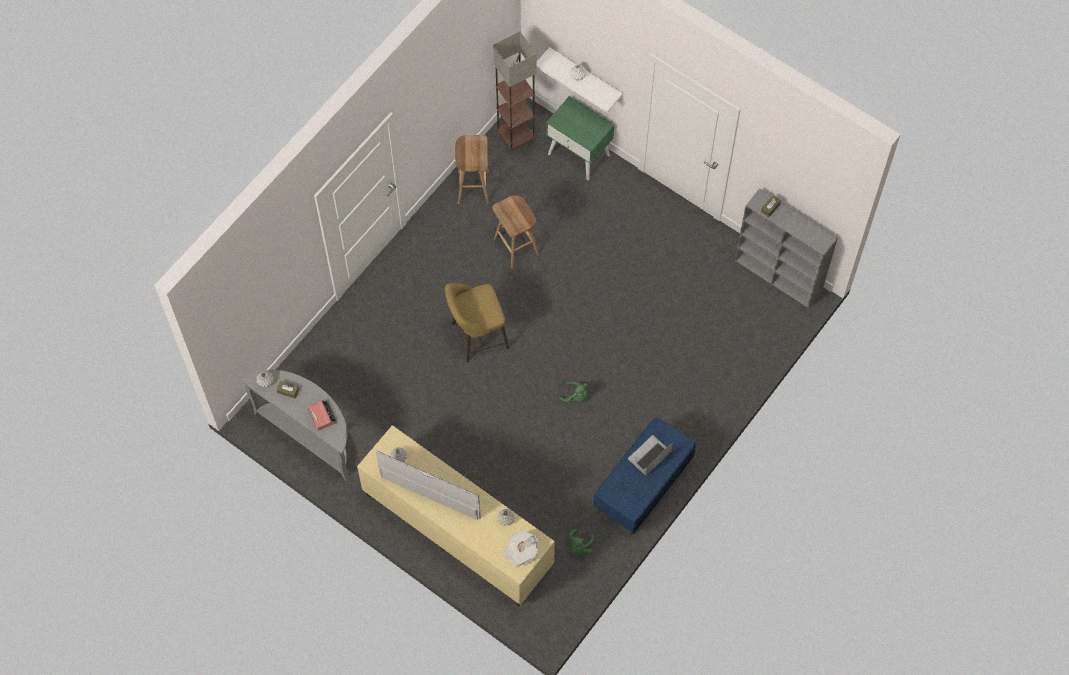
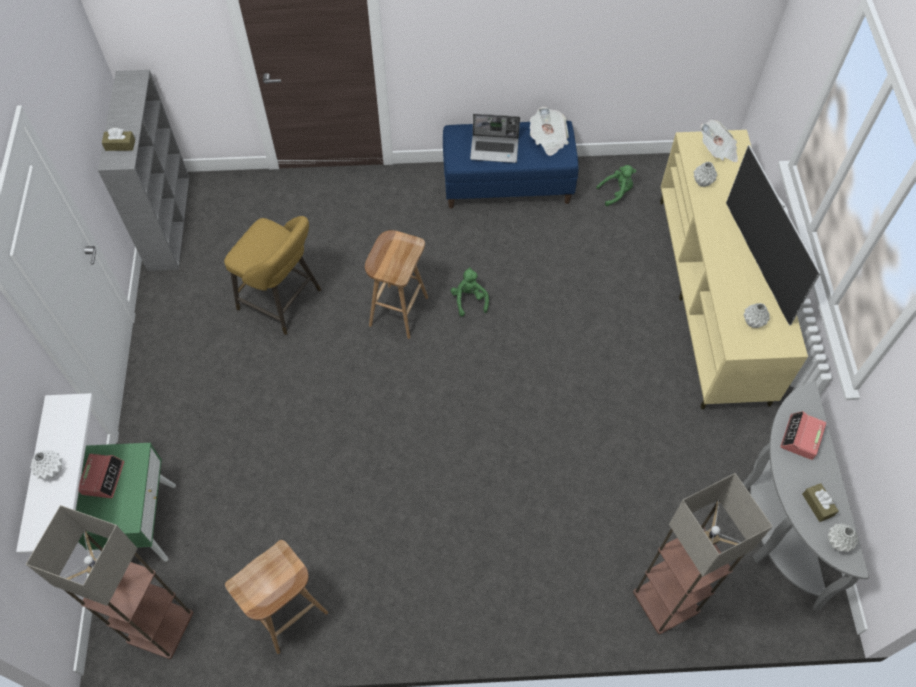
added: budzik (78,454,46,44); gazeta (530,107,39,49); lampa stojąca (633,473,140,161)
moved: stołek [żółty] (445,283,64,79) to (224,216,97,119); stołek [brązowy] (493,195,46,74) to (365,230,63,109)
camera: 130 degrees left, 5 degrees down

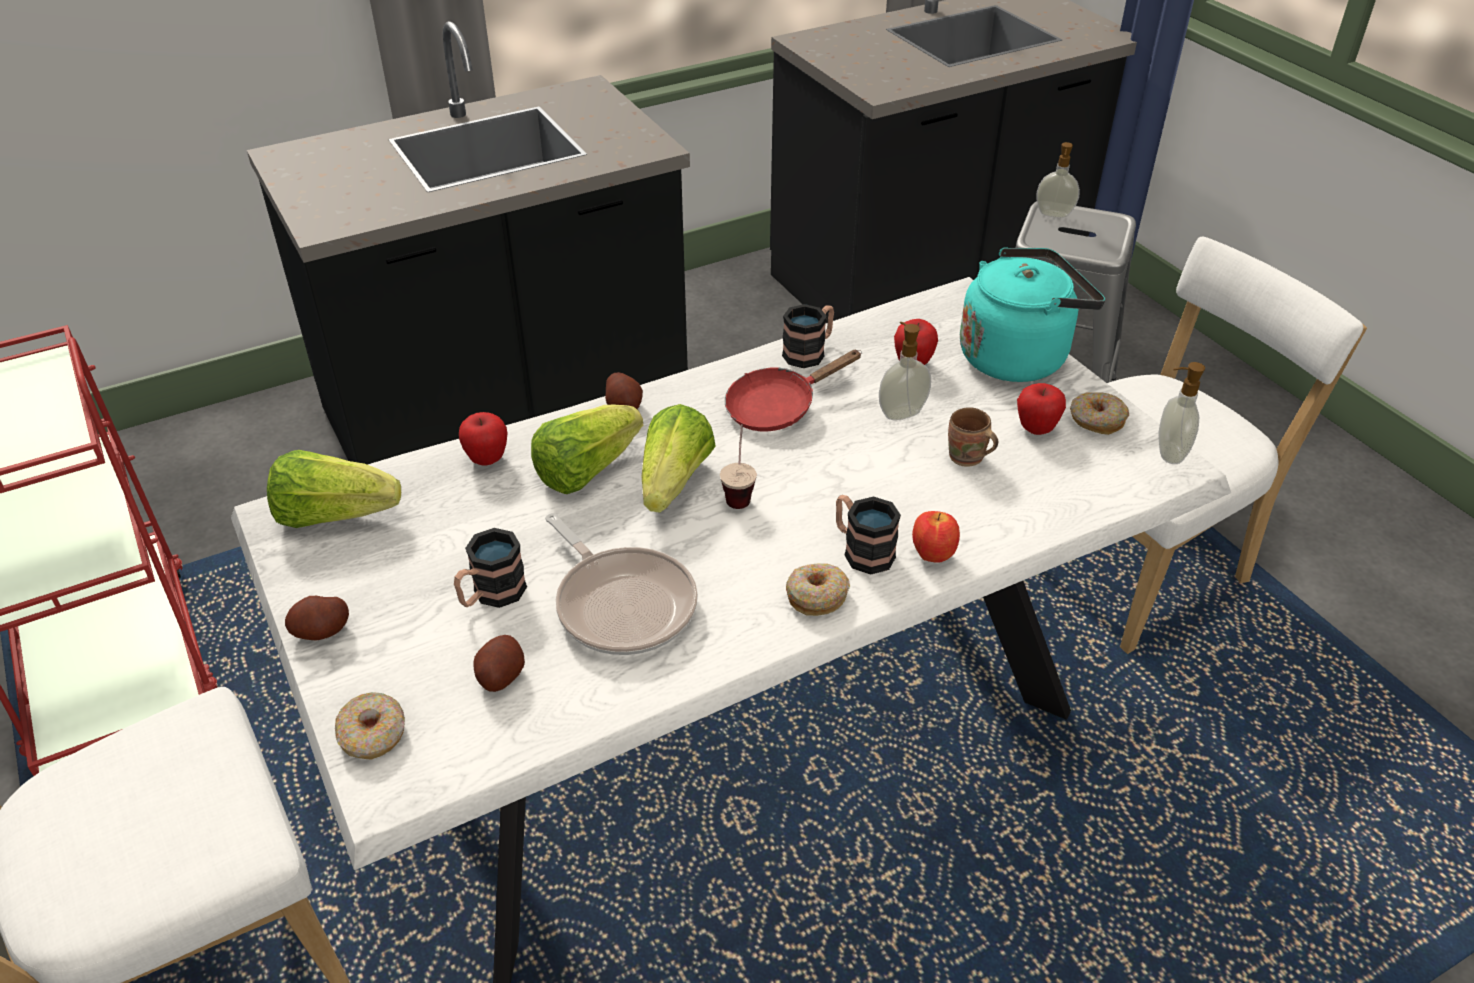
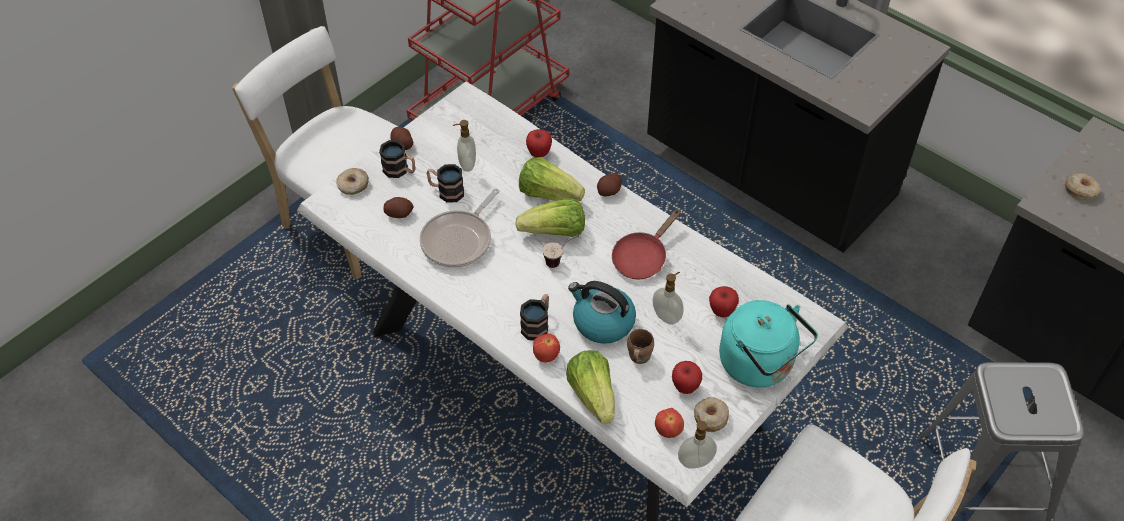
added: czajnik (568,281,68,63); jabłko (655,408,29,30)
moved: kubek (782,304,52,64) to (379,140,36,38); dozownik mydła (1037,142,43,76) to (453,120,23,52); sałata (267,450,134,78) to (566,350,49,74); donut (786,563,64,53) to (1065,173,36,27)
turned: patelnia [czerwony] (725,350,137,81) = (612,209,69,71) 90 degrees counterclockwise
camera: 70 degrees right, 10 degrees up

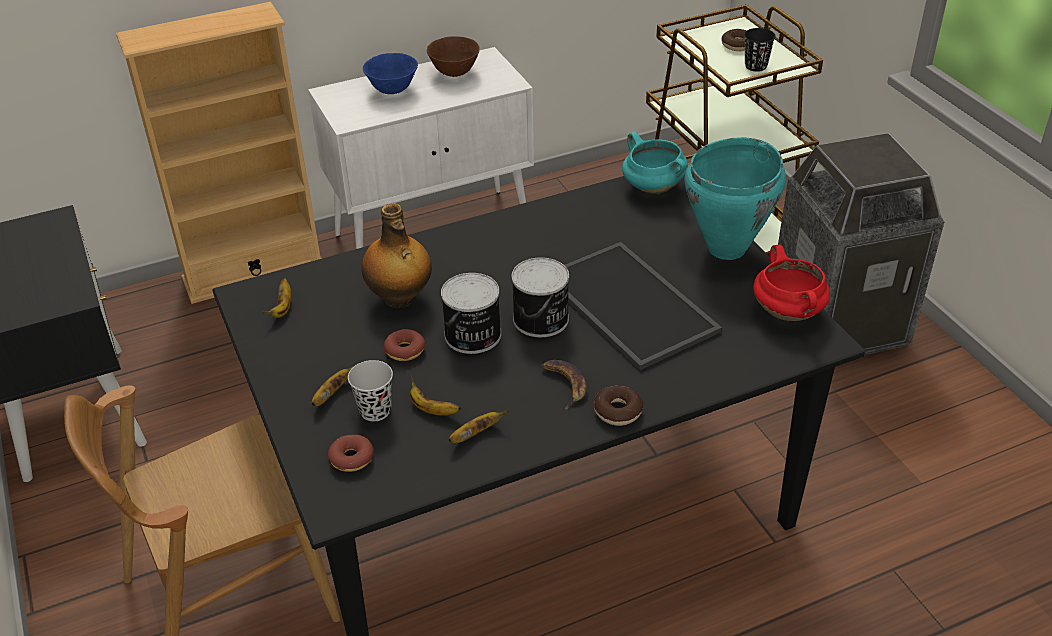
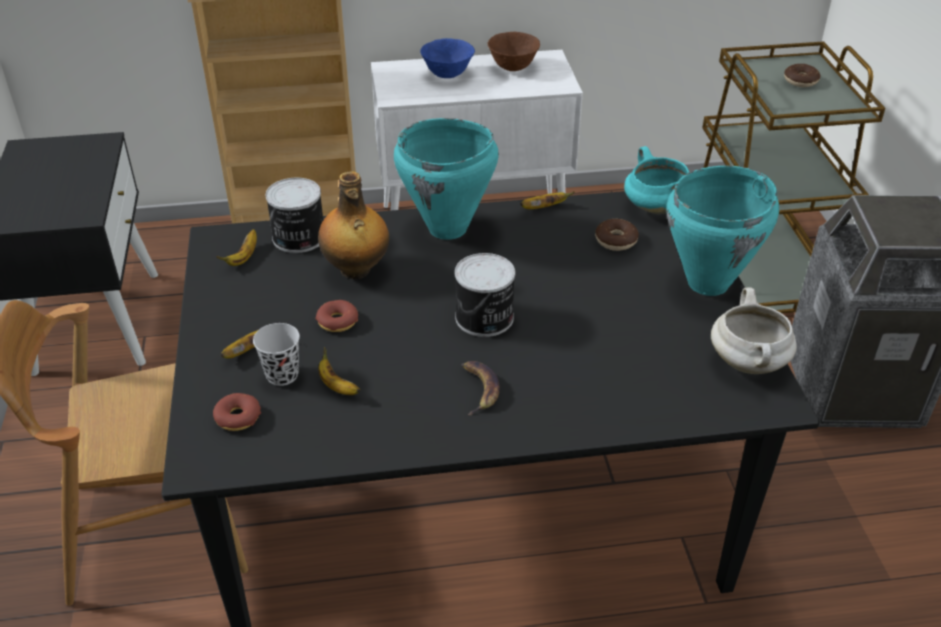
removed: taca (565,242,157,128); filiżanka [czarny] (744,28,32,44)
added: garnek [turkusowy] (394,118,105,122)
moved: puszka (441,273,60,81) to (265,178,58,75); banan (449,410,60,33) to (520,191,55,18); donut (594,385,49,41) to (595,219,44,32)
recoloured: garnek [czerwony] (753,245,77,76) to garnek [biały] (711,287,86,87)
camera: 15 degrees right, 0 degrees up

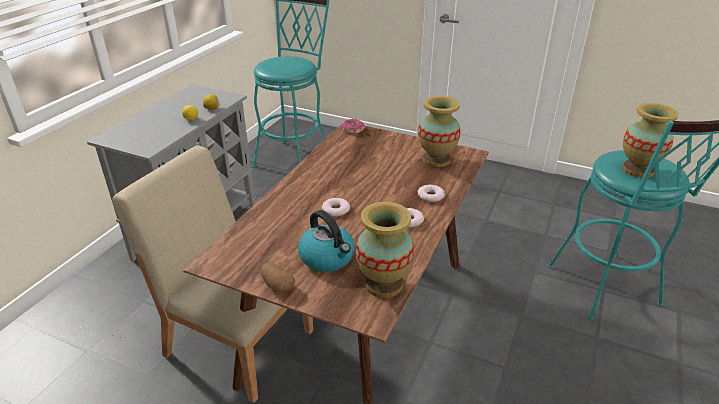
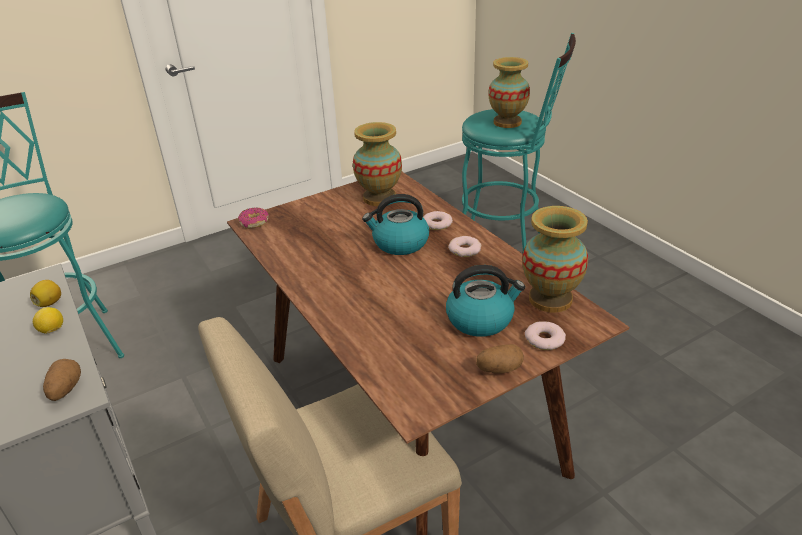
added: ziemniak (43,359,38,42); czajnik (362,194,67,61)
moved: donut (322,198,28,18) to (525,321,41,29)
camera: 55 degrees left, 0 degrees up

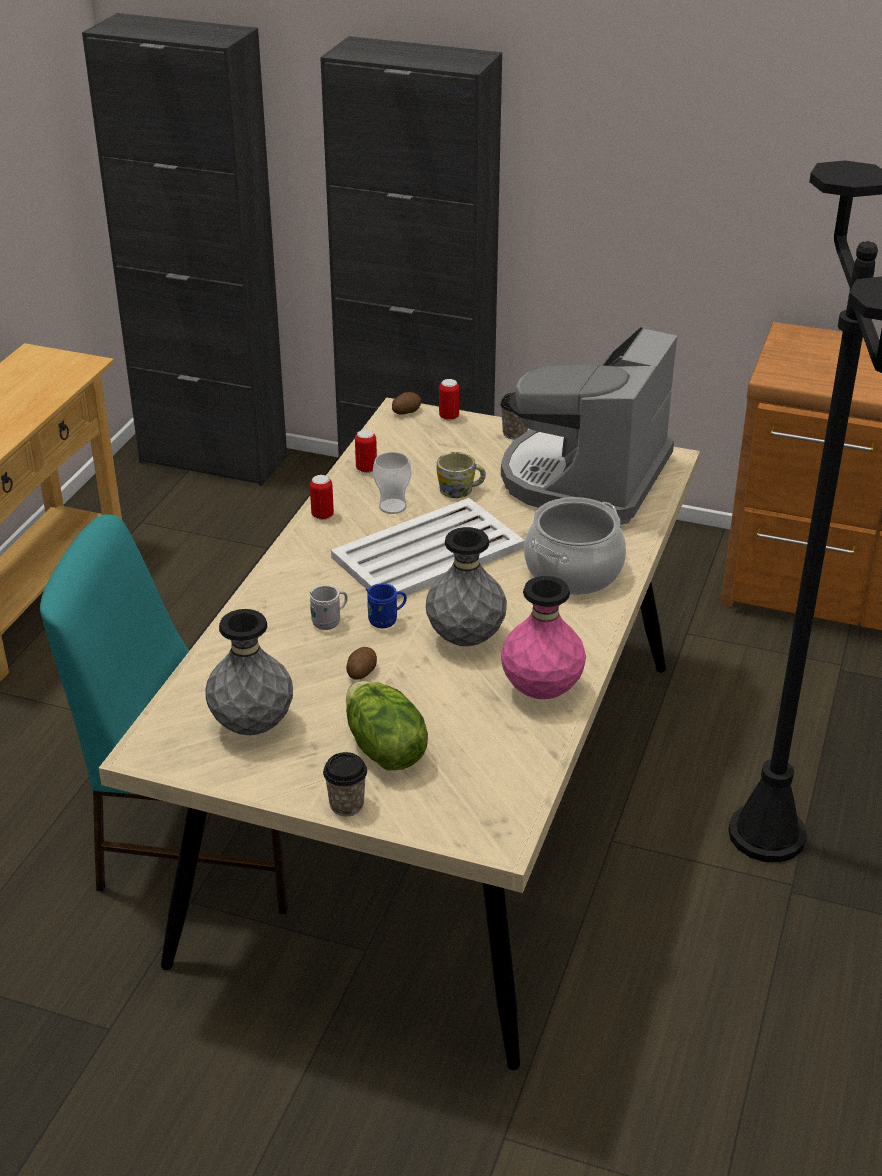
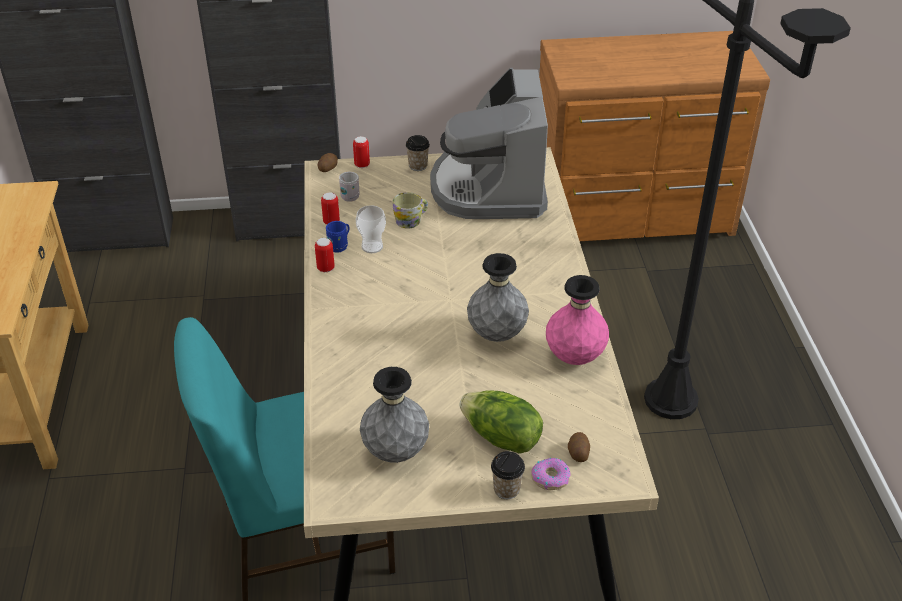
removed: taca [biały] (331,498,194,102); garnek (524,497,102,98)
added: donut (531,458,40,32)
moved: kubek [niebieski] (366,583,41,45) to (326,221,24,32); kubek [biały] (309,585,39,45) to (339,172,21,30); ziemniak (346,647,31,33) to (568,432,22,30)
camera: 25 degrees left, 5 degrees up

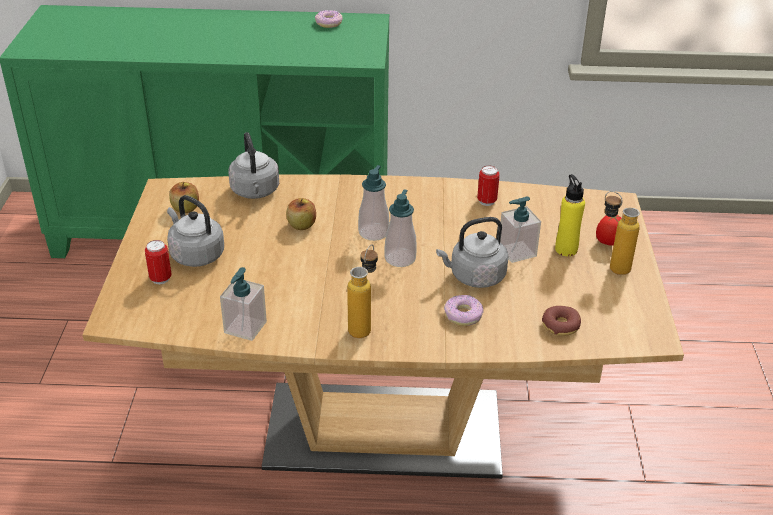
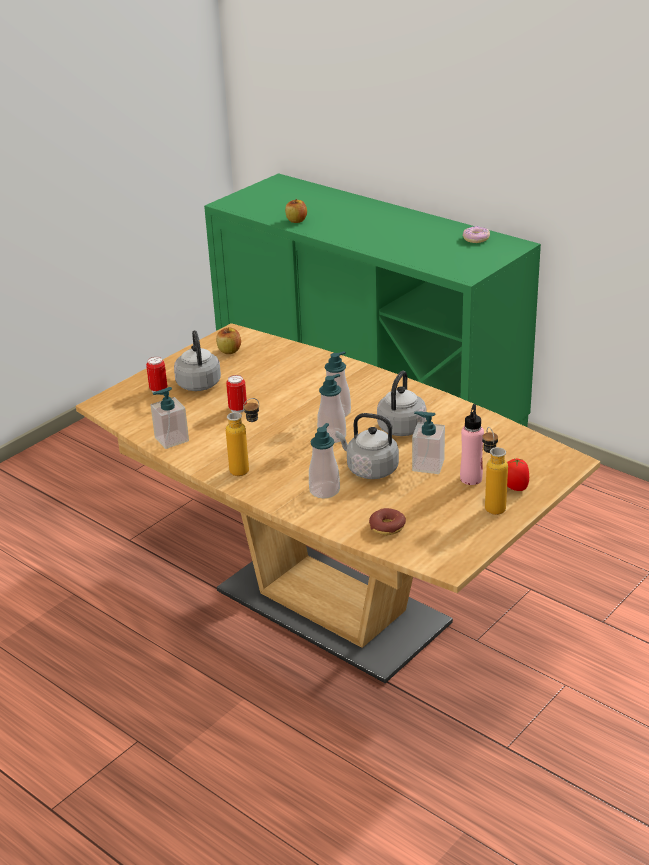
moved: puszka (477,166,22,40) to (226,375,21,38); jabłko (286,198,30,32) to (285,199,22,24); czajnik [szary] (229,132,50,67) to (377,371,50,65)
replaced: donut (444,295,40,31) to dozownik mydła (309,423,31,76)
recoloured: butelka [żółty] (555,174,30,82) to butelka [różowy] (460,404,24,81)
camera: 40 degrees right, 5 degrees down

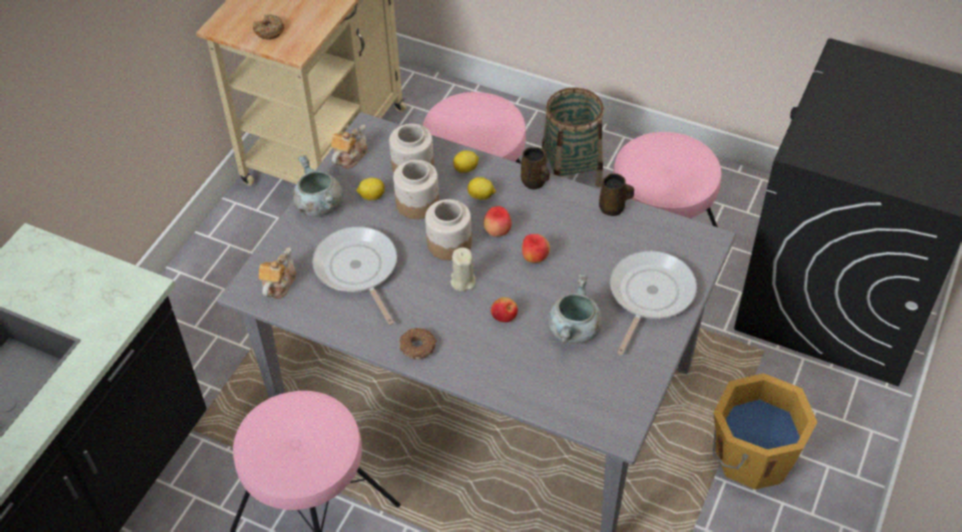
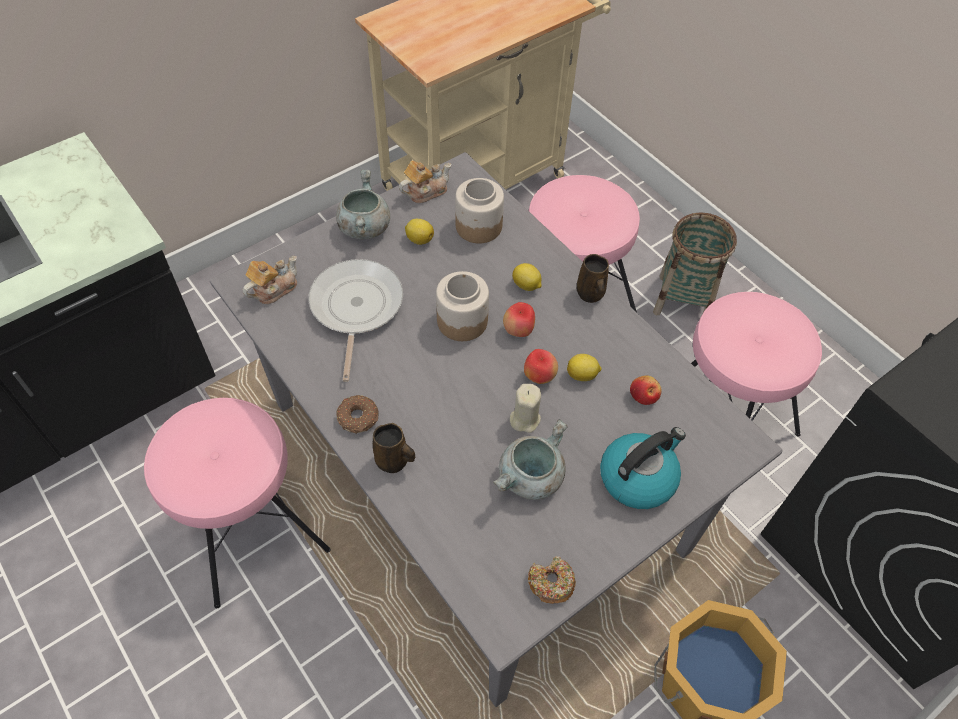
removed: słoik (393,160,46,59)
moved: kubek [brązowy] (599,173,35,43) to (373,423,42,50); świeca [beżowy] (450,248,26,44) to (510,384,31,49); donut (253,14,31,26) to (528,556,48,48); cytryna (453,150,26,23) to (567,354,35,27); jabłko (491,297,27,25) to (630,375,31,30)
replaced: patelnia (610,251,87,104) to czajnik (600,427,86,82)
camera: 25 degrees right, 5 degrees up

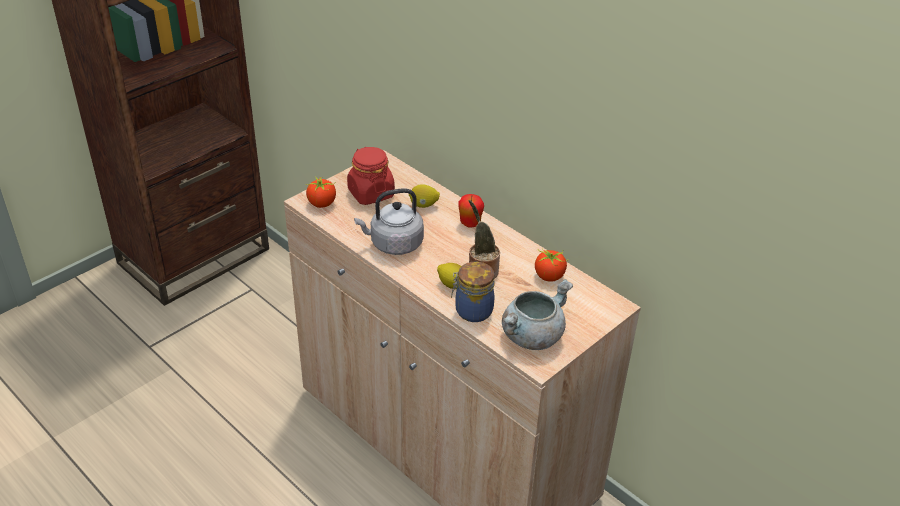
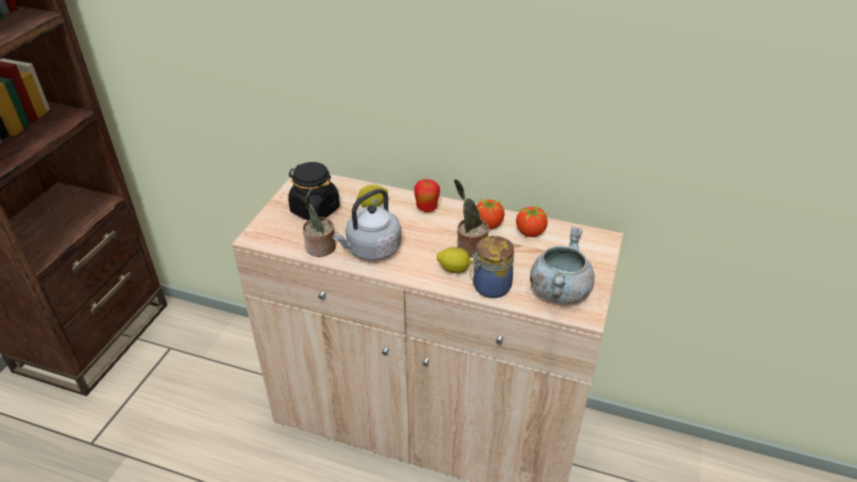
added: roślina doniczkowa (303,189,33,68)
moved: pomidor (306,176,30,32) to (476,199,29,31)
recoloured: słoik [czerwony] (347,147,48,58) to słoik [czarny] (288,162,52,59)
camera: 25 degrees left, 0 degrees up

